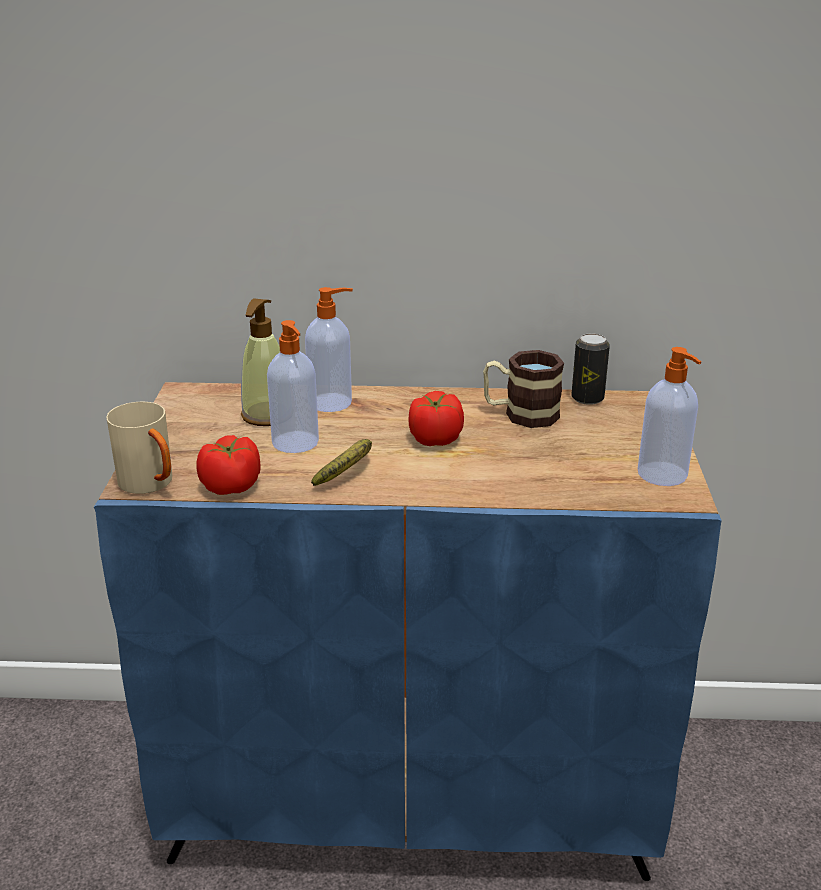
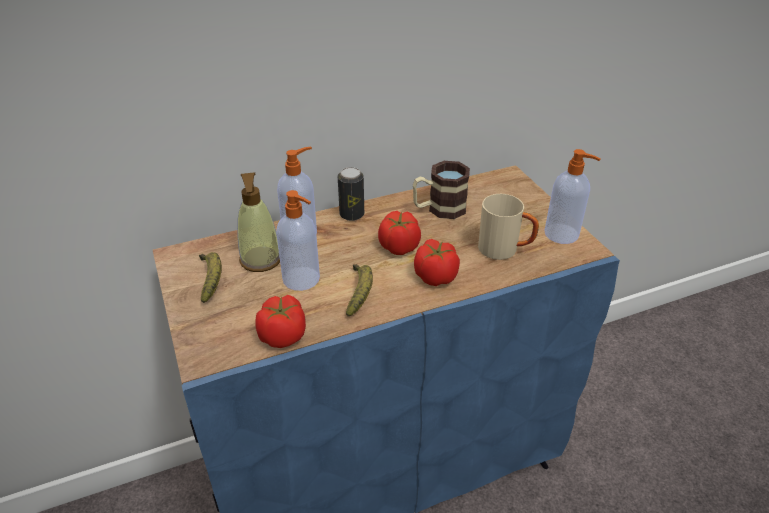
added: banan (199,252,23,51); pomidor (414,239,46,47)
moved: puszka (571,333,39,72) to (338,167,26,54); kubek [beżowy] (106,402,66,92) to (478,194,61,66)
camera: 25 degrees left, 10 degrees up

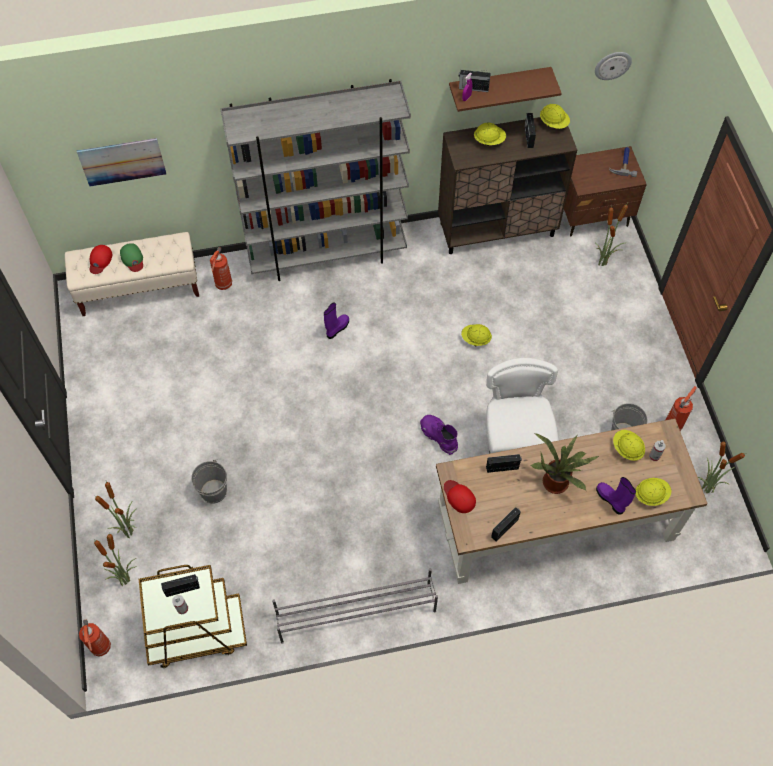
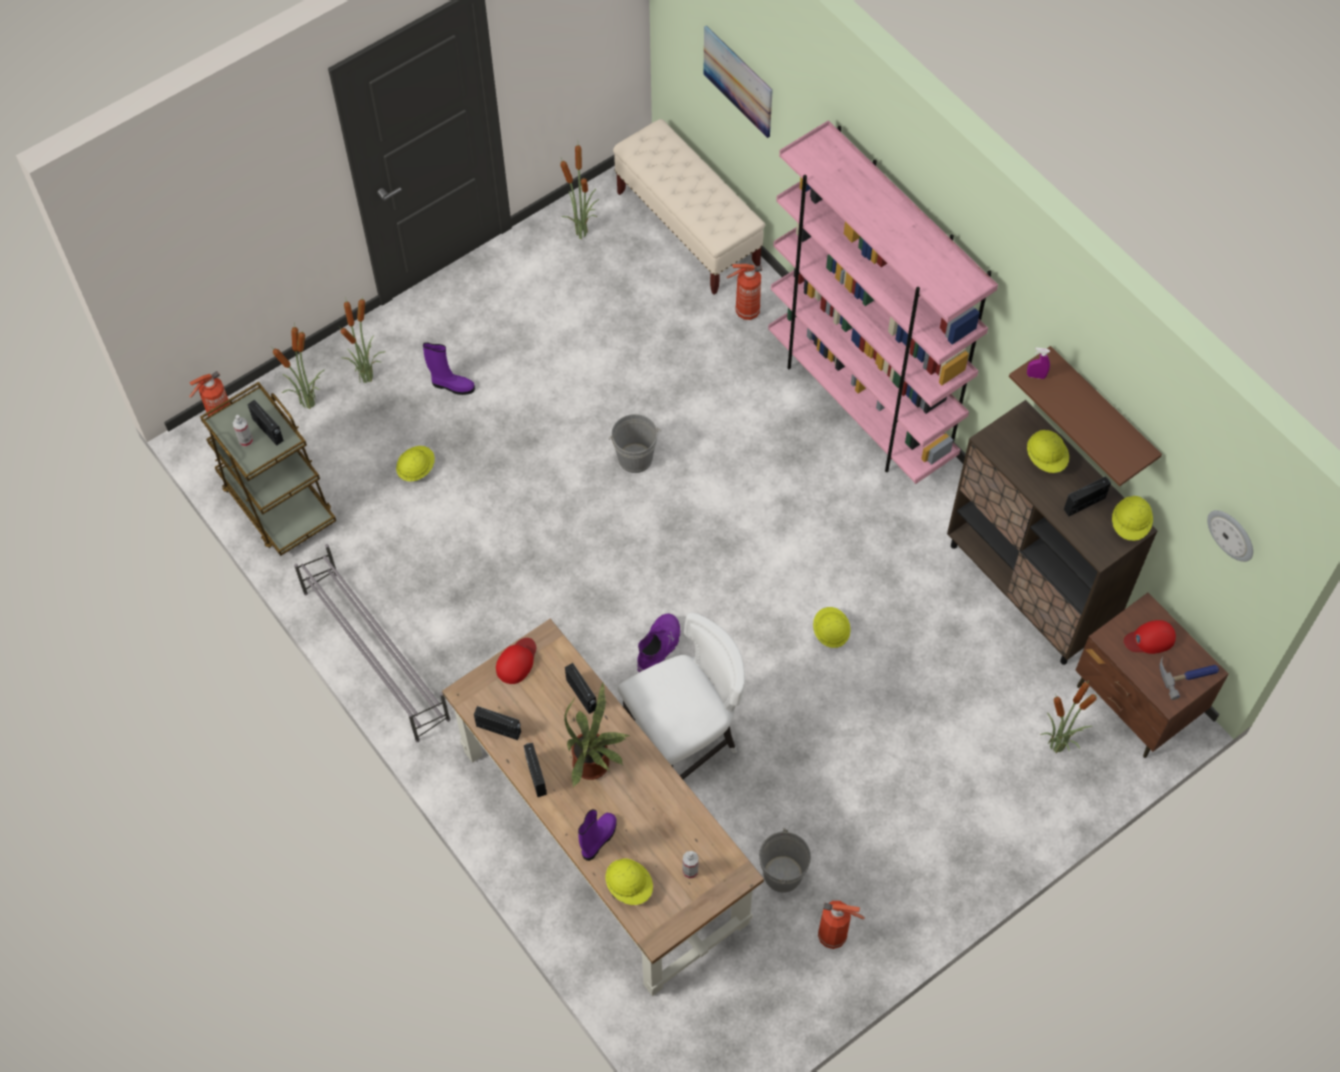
removed: czapka z daszkiem [zielony] (120,243,23,29)
moved: kask [żółty] (613,430,32,31) to (396,446,39,35); but z cholewką [fioletowy] (324,302,25,37) to (423,342,52,53); radio (459,70,32,22) to (524,743,23,54); roślina doniczkowa (698,440,47,53) to (560,145,39,94); wiadro [szary] (191,459,36,45) to (609,414,52,59); czapka z daszkiem [czerwony] (90,245,22,29) to (1124,620,52,34)
recoloured: regał [szary] (220,79,191,202) to regał [różowy] (768,120,230,364)
camera: 65 degrees right, 0 degrees up

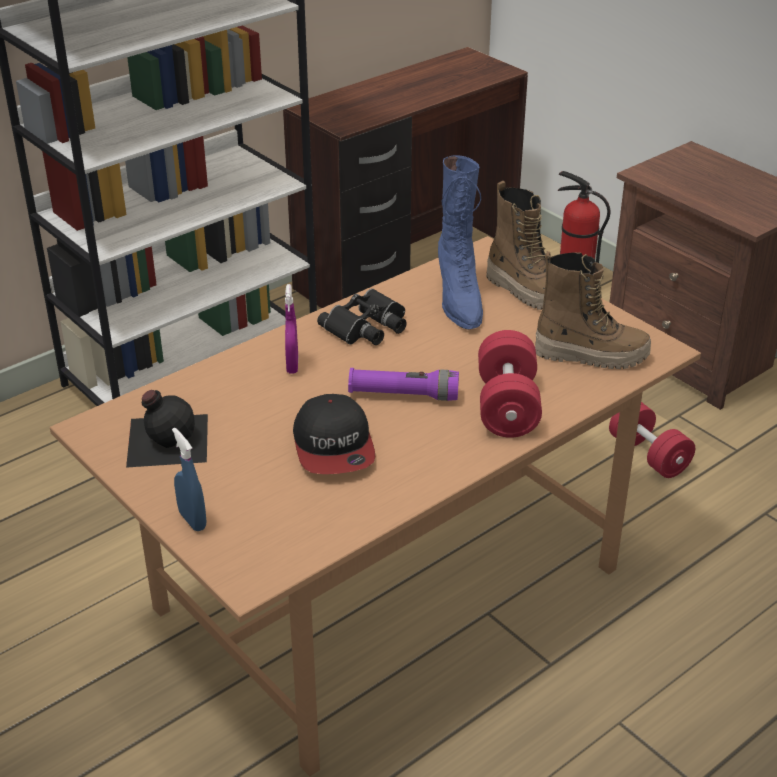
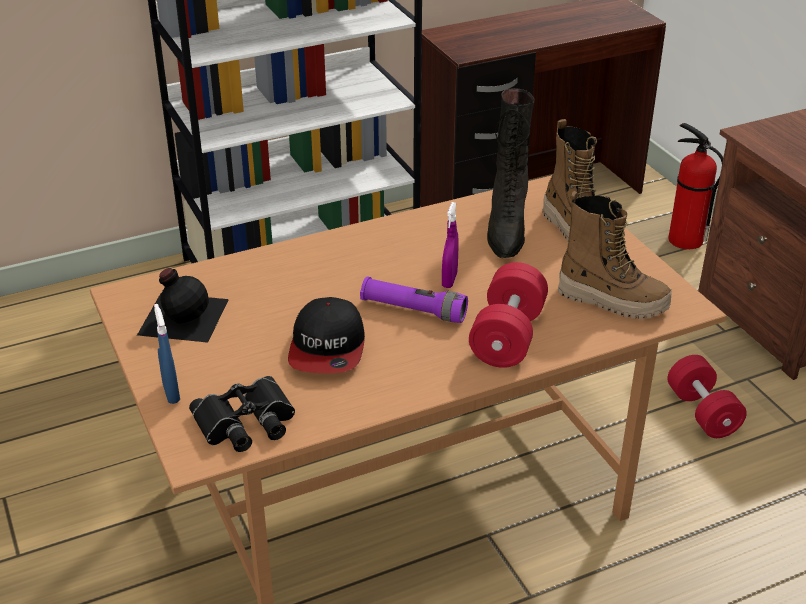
moved: lornetka [czarny] (317,289,89,56) to (189,376,106,76); spryskiwacz [fioletowy] (285,284,13,90) to (442,202,17,86)
recoloured: but z cholewką [niebieski] (438,155,45,175) to but z cholewką [czarny] (487,88,48,170)
camera: 15 degrees right, 0 degrees up

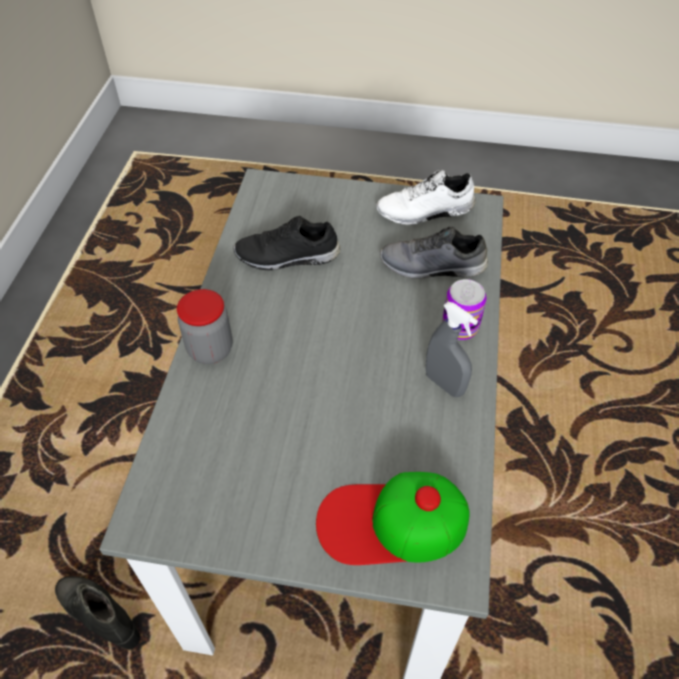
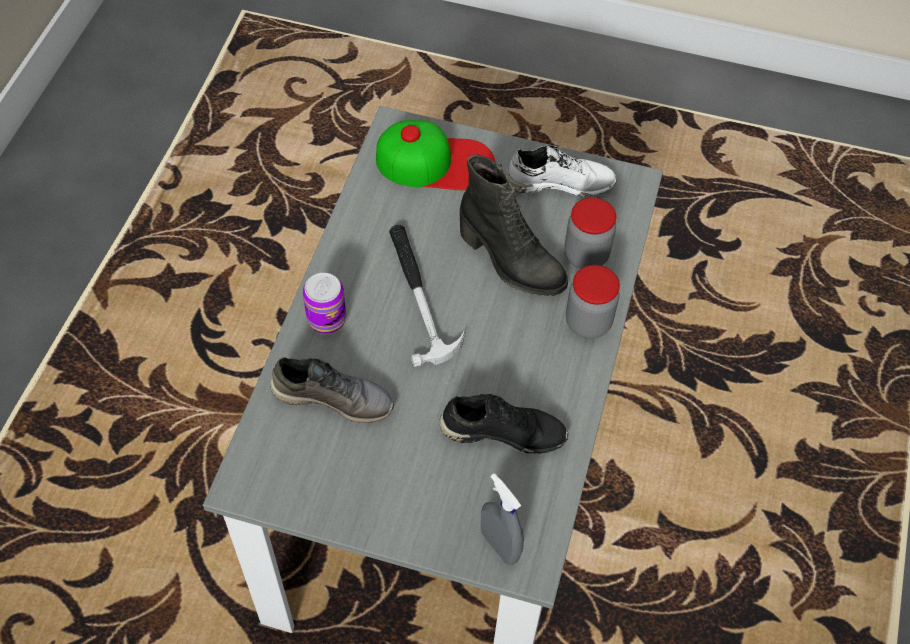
added: młotek (389,225,76,142); słoik (564,197,52,72)
moved: but z cholewką [czarny] (55,576,85,74) to (460,154,108,142); spryskiwacz [szary] (426,302,52,95) to (480,473,44,92); but [biały] (376,170,100,55) to (506,145,111,52)
camera: 175 degrees left, 5 degrees up

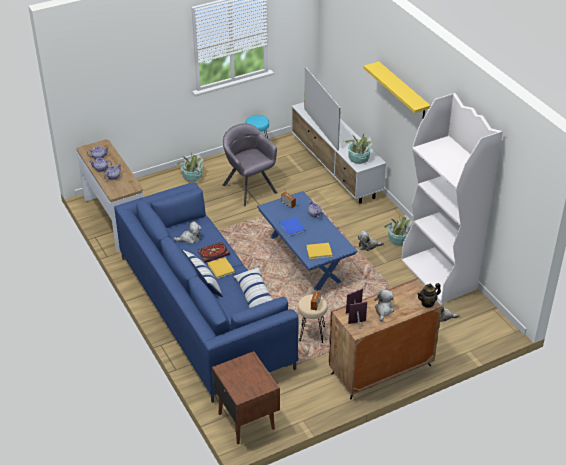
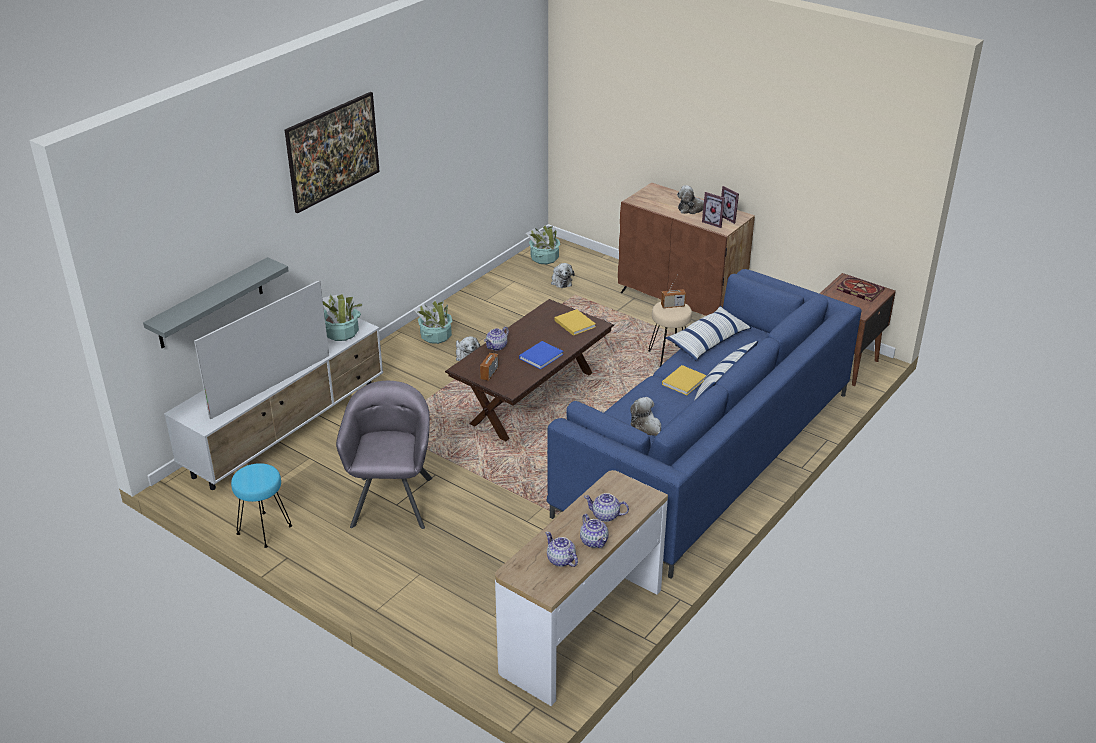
removed: regał [biały] (401,93,102,210); imbryk (417,283,24,25)
added: półka [szary] (143,257,146,91)
moved: roślina doniczkowa (175,152,28,30) to (526,225,34,39); książka (198,242,32,21) to (837,276,47,26)
replaced: półka [żółty] (364,61,67,59) to obraz (285,92,95,121)
recoloured: ława [niebieski] (257,191,101,100) to ława [brązowy] (445,299,169,142)
turned: fotel [szary] (222,123,56,84) = (336,381,96,148) 150 degrees clockwise
camera: 115 degrees left, 5 degrees down

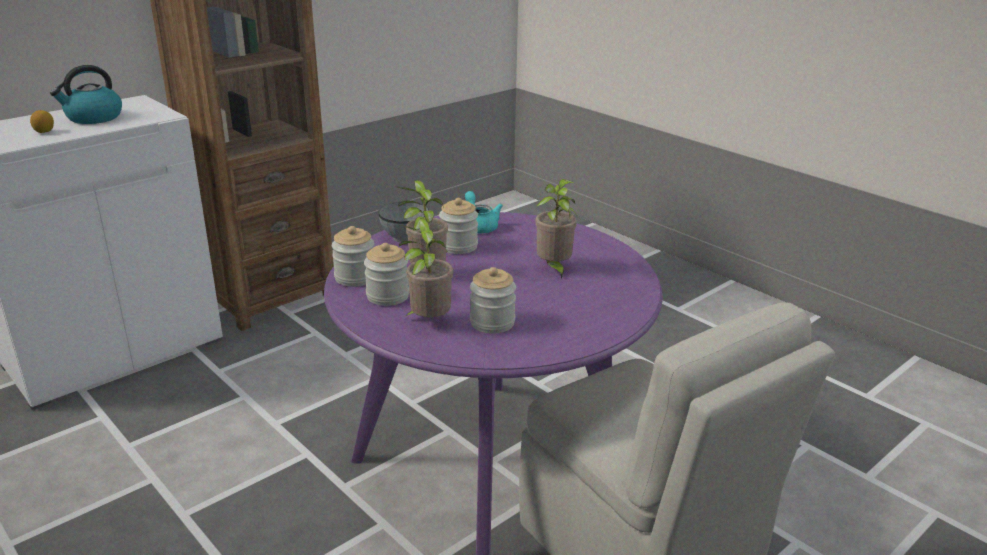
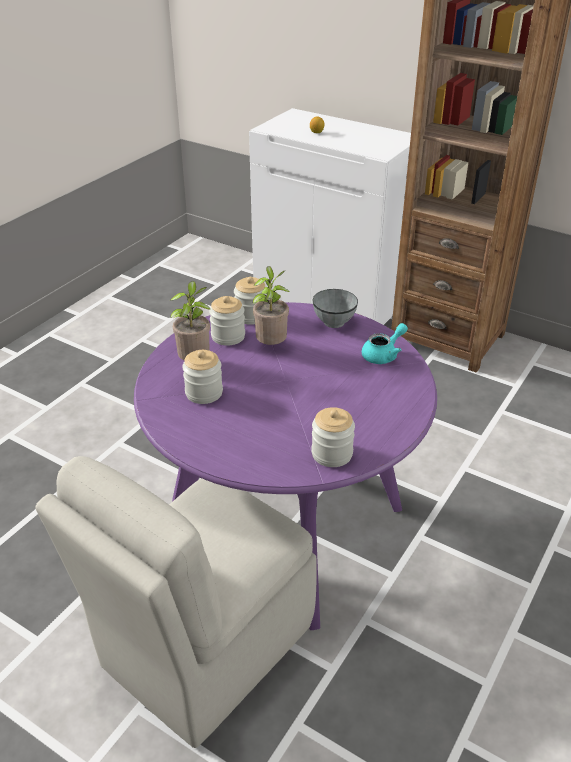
removed: czajnik (50,65,72,59); roślina doniczkowa (536,179,41,100)
moved: słoik (439,198,39,56) to (311,407,44,60)
camera: 75 degrees right, 10 degrees up

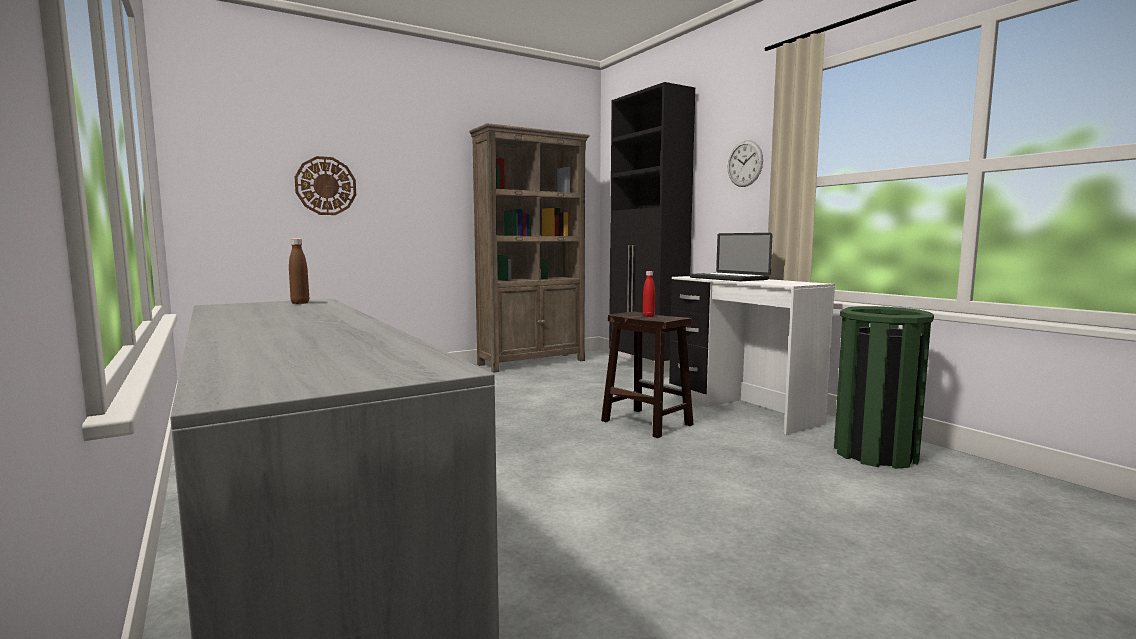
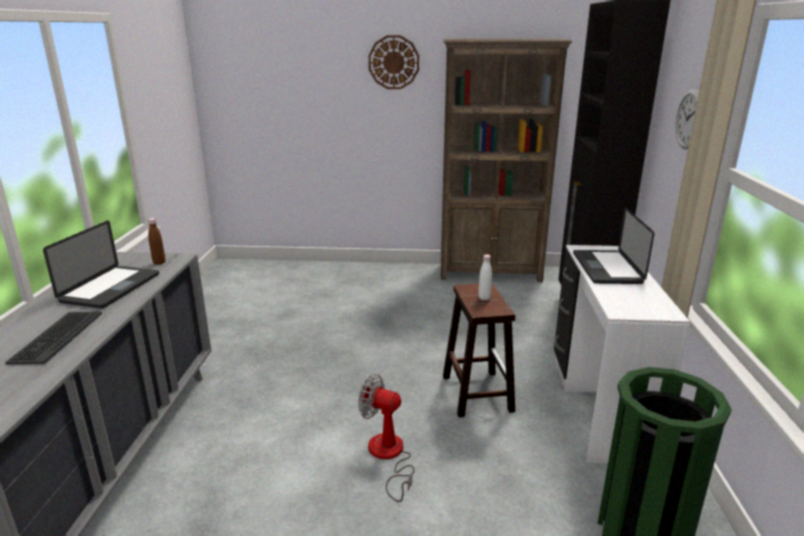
added: klawiatura (5,311,97,54); laptop (43,221,116,87); wentylator (358,374,56,128)
moved: zegar ścienny (295,156,61,59) to (368,35,51,54)
recoloured: butelka [czerwony] (643,271,12,46) to butelka [biały] (478,254,14,46)
camera: 35 degrees right, 15 degrees up

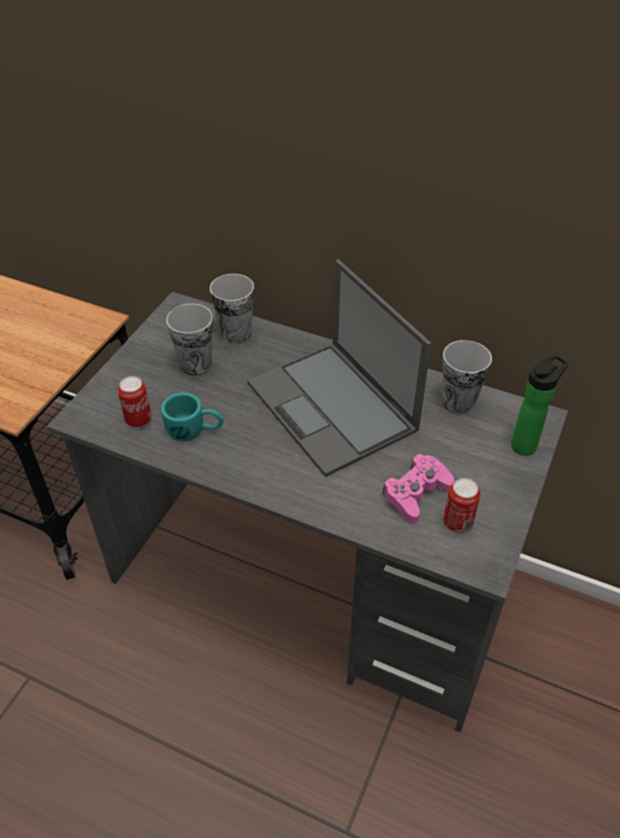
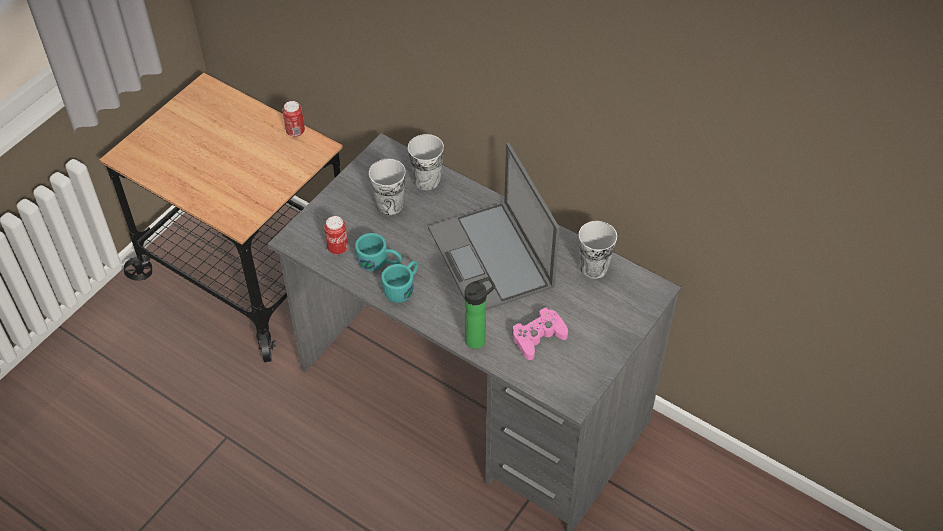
added: kubek [turkusowy] (381,261,37,42)
moved: puszka (443,478,37,55) to (283,101,22,36); butelka (511,354,58,102) to (465,277,30,72)
camera: 10 degrees right, 5 degrees up

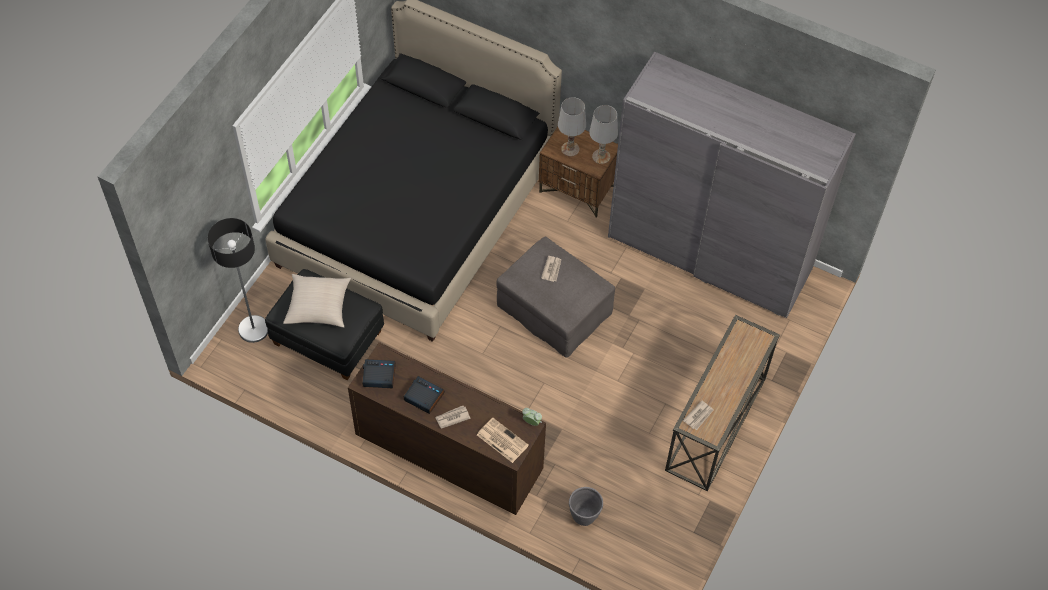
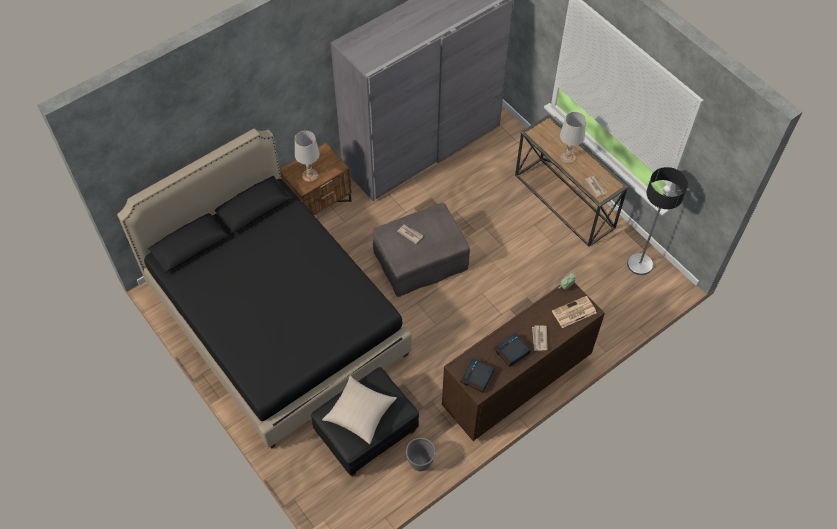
moved: donica [szary] (569,487,34,39) to (406,438,30,33); lampa stołowa [biały] (589,105,29,59) to (560,112,26,52); lampa stojąca (208,218,60,125) to (627,167,61,108)
camera: 65 degrees left, 0 degrees up

